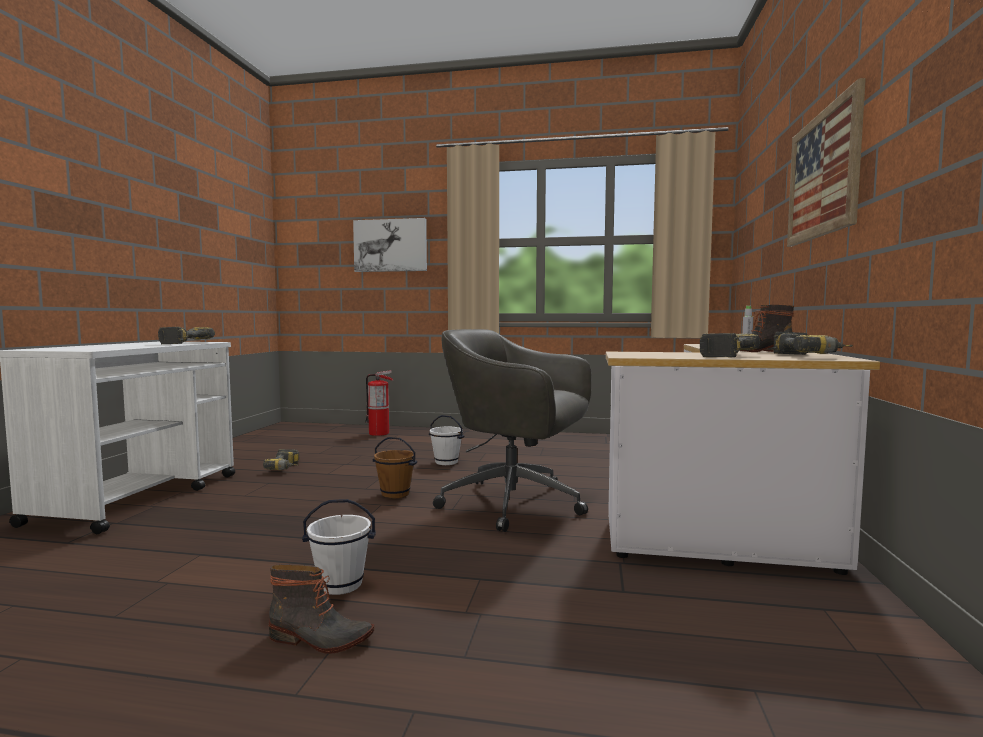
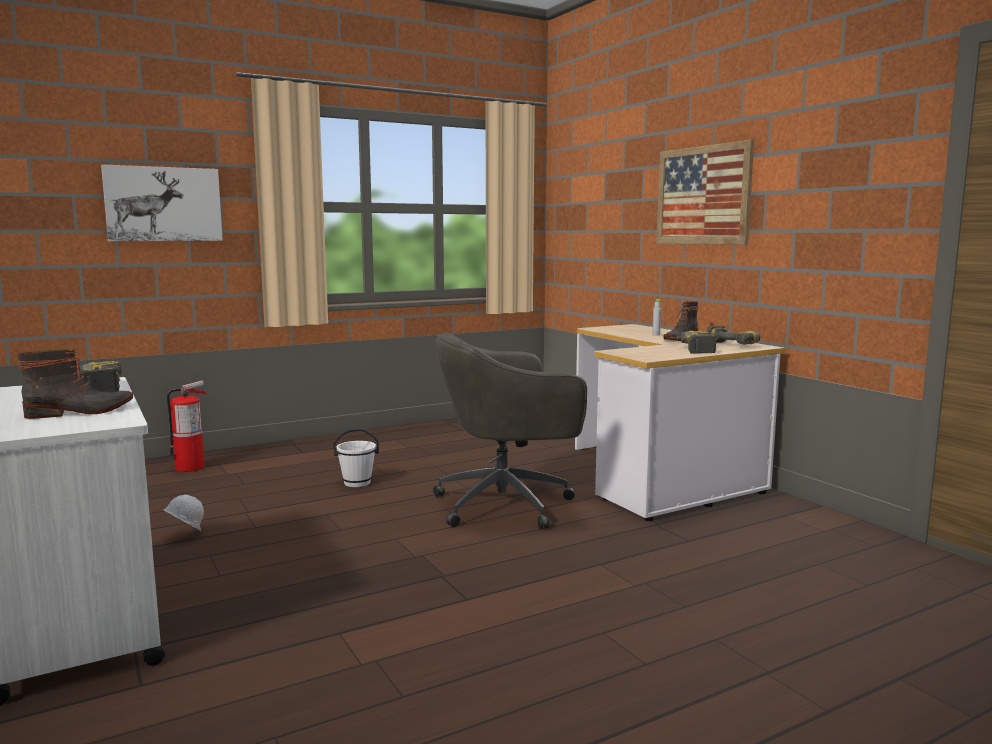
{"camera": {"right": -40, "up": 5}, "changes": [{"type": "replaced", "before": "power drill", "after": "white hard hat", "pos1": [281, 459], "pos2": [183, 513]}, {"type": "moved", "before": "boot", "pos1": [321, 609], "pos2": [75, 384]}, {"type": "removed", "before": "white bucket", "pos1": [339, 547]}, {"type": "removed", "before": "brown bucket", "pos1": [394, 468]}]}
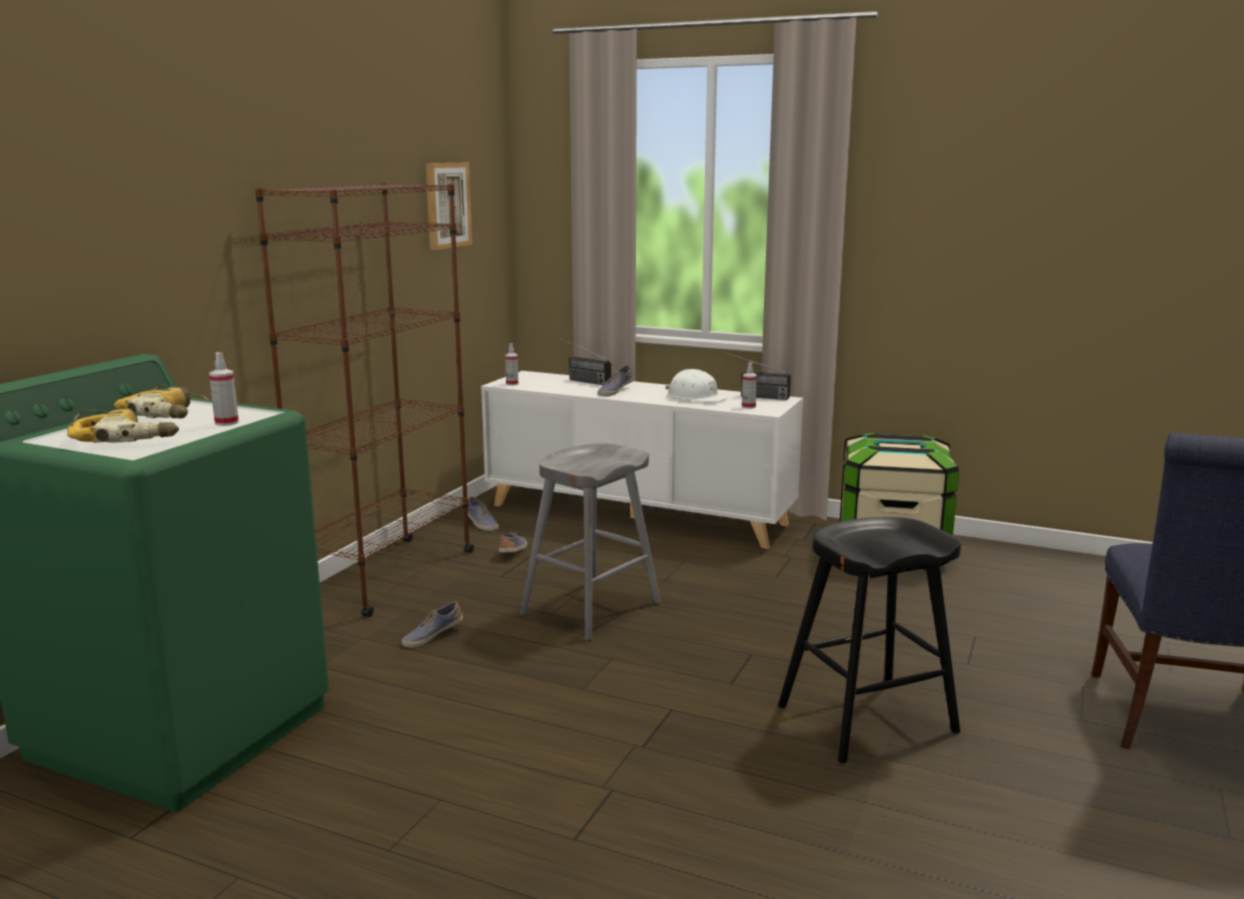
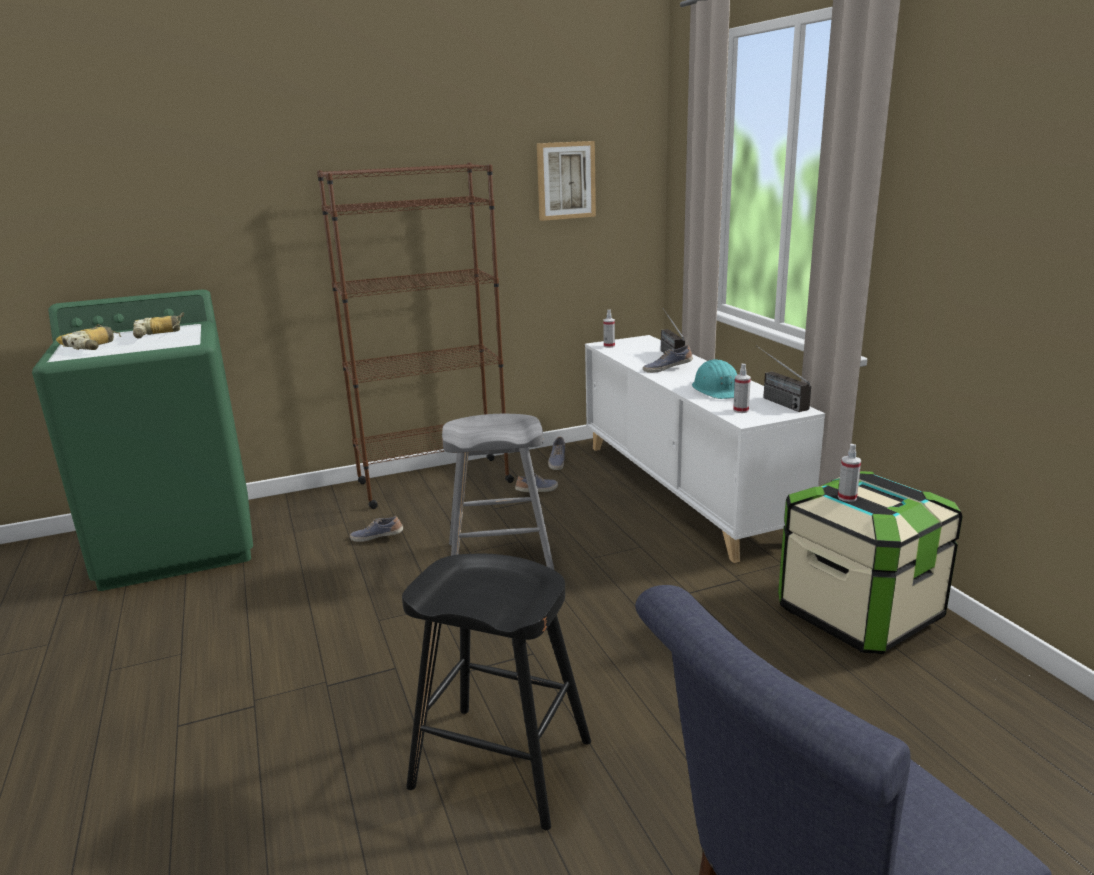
{"camera": {"right": 45, "up": 5}, "changes": [{"type": "moved", "before": "spray bottle", "pos1": [224, 389], "pos2": [849, 473]}, {"type": "recoloured", "before": "white hard hat", "after": "turquoise hard hat", "pos1": [697, 385], "pos2": [714, 379]}]}
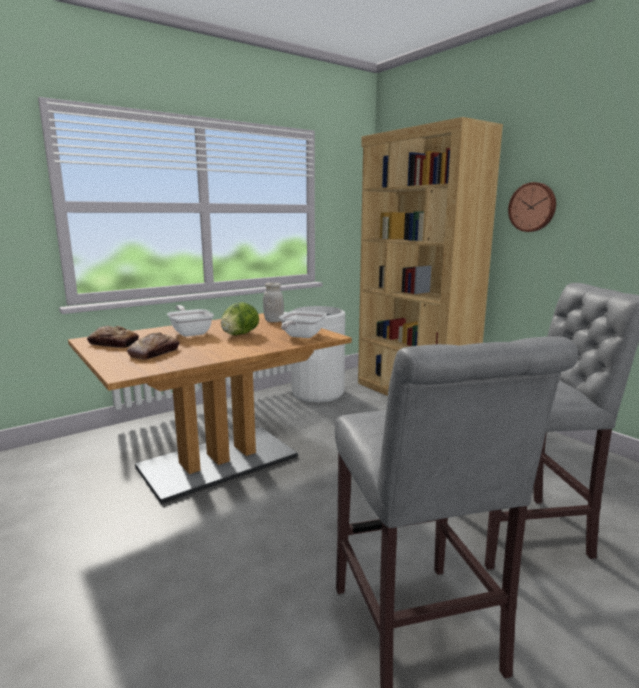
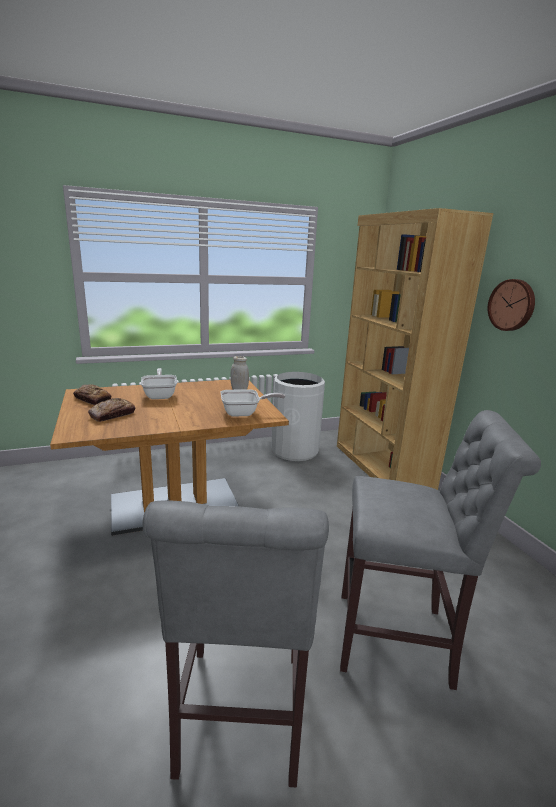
{"camera": {"right": 15, "up": 5}, "changes": [{"type": "removed", "before": "lettuce", "pos1": [240, 318]}, {"type": "turned", "before": "frying pan", "pos1": [303, 324], "pos2": [252, 403], "turn": -135}]}
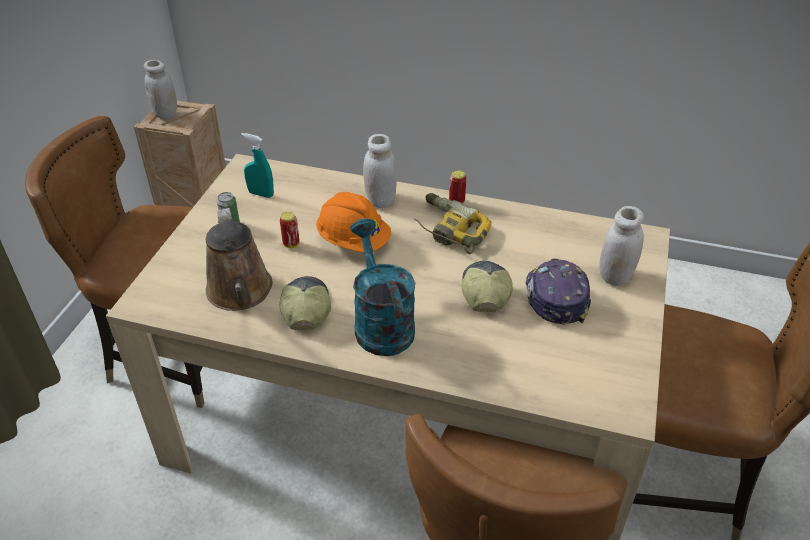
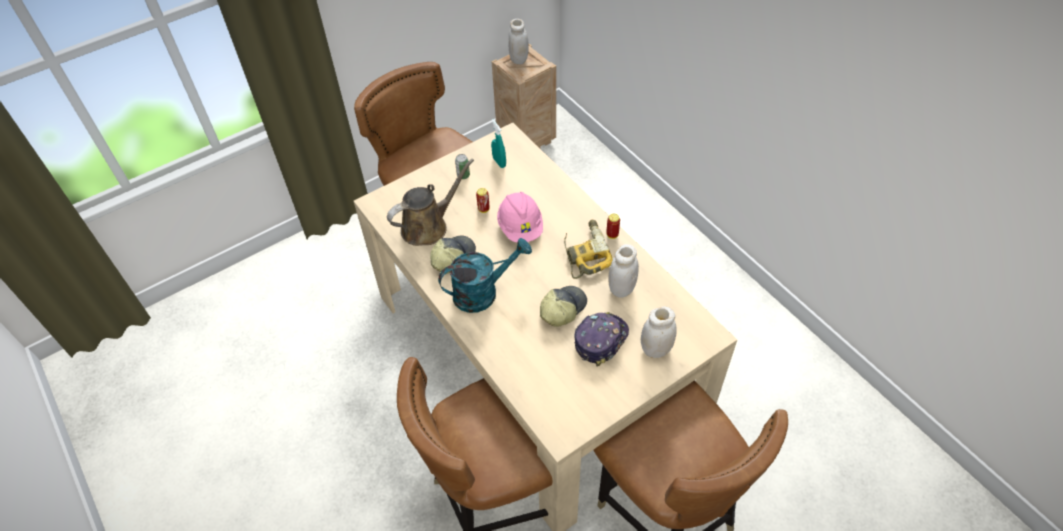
{"camera": {"right": 40, "up": 10}, "changes": [{"type": "turned", "before": "brown watering can", "pos1": [239, 259], "pos2": [430, 202], "turn": -150}, {"type": "recoloured", "before": "orange hard hat", "after": "pink hard hat", "pos1": [353, 222], "pos2": [520, 217]}, {"type": "turned", "before": "turquoise watering can", "pos1": [382, 287], "pos2": [485, 275], "turn": 45}, {"type": "moved", "before": "white jar", "pos1": [379, 171], "pos2": [623, 271]}]}
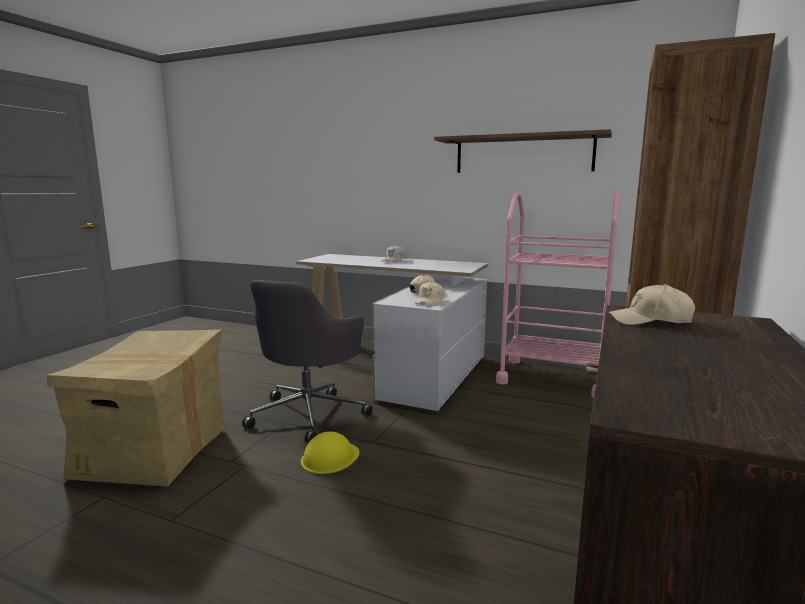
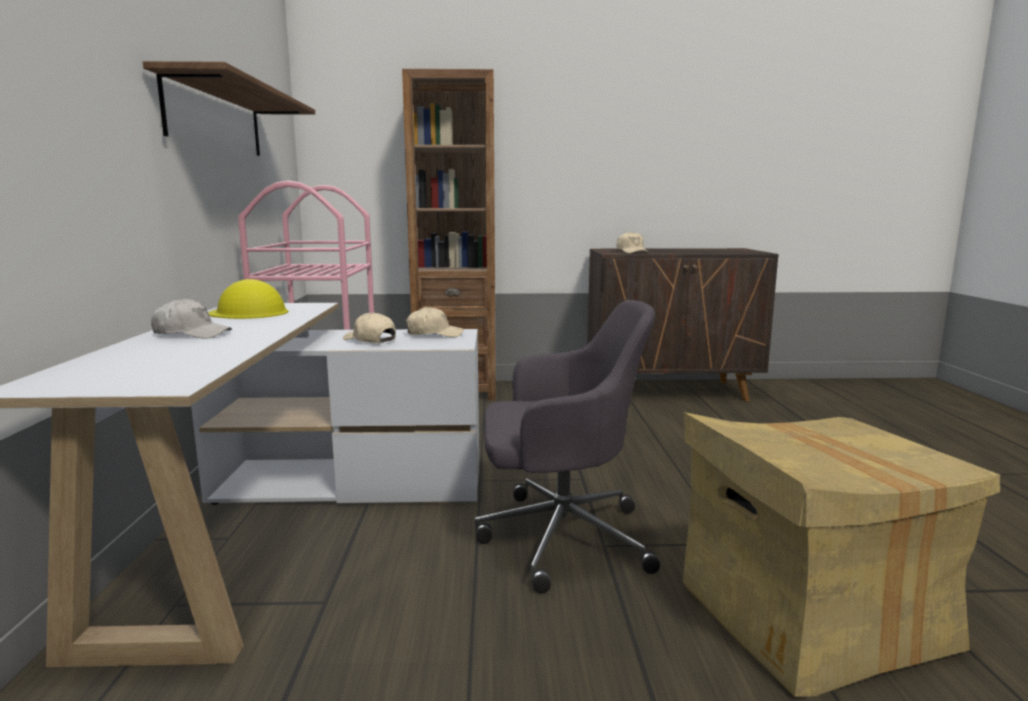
{"camera": {"right": -115, "up": 0}, "changes": [{"type": "moved", "before": "yellow hard hat", "pos1": [330, 452], "pos2": [248, 299]}]}
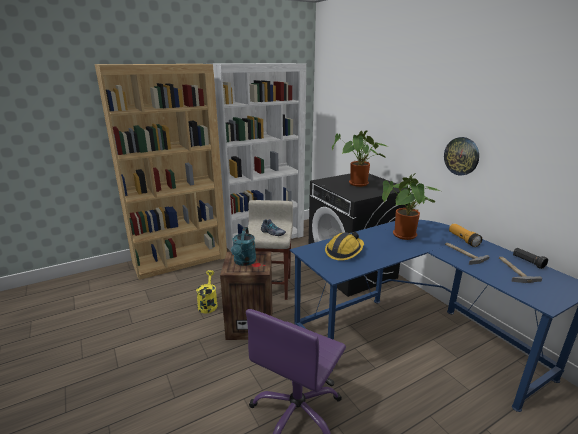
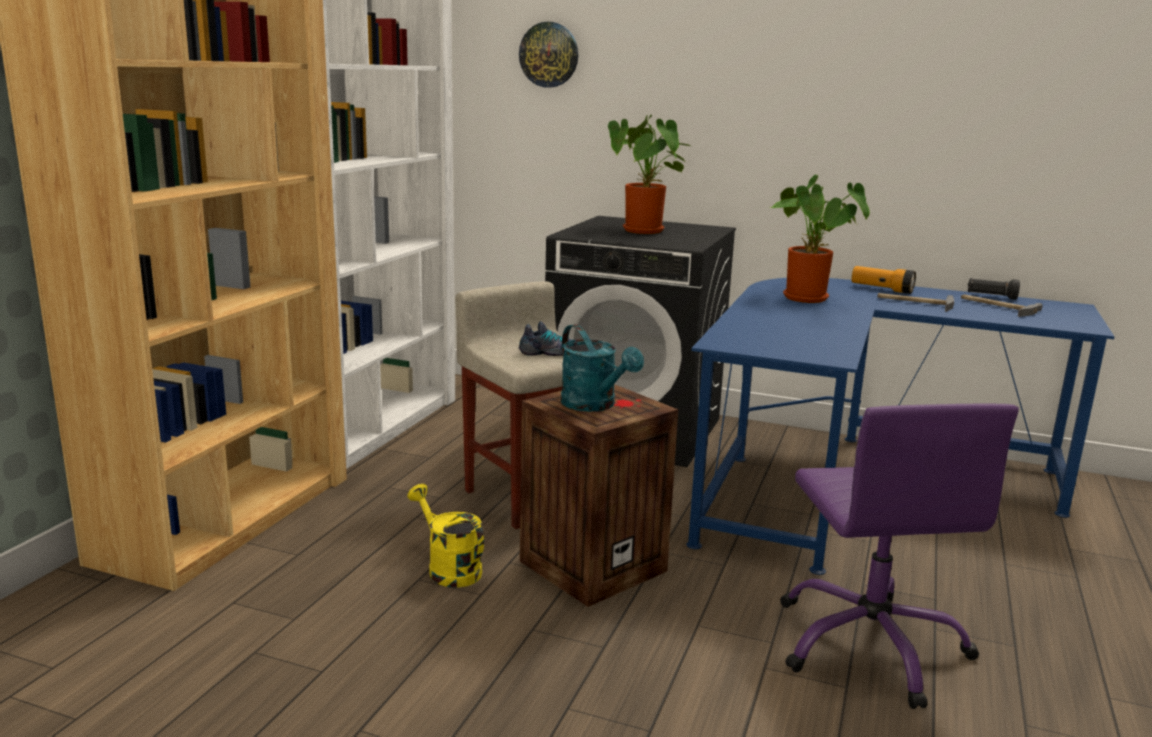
{"camera": {"right": -40, "up": -5}, "changes": [{"type": "removed", "before": "hard hat", "pos1": [344, 246]}, {"type": "moved", "before": "wall clock", "pos1": [461, 156], "pos2": [548, 55]}]}
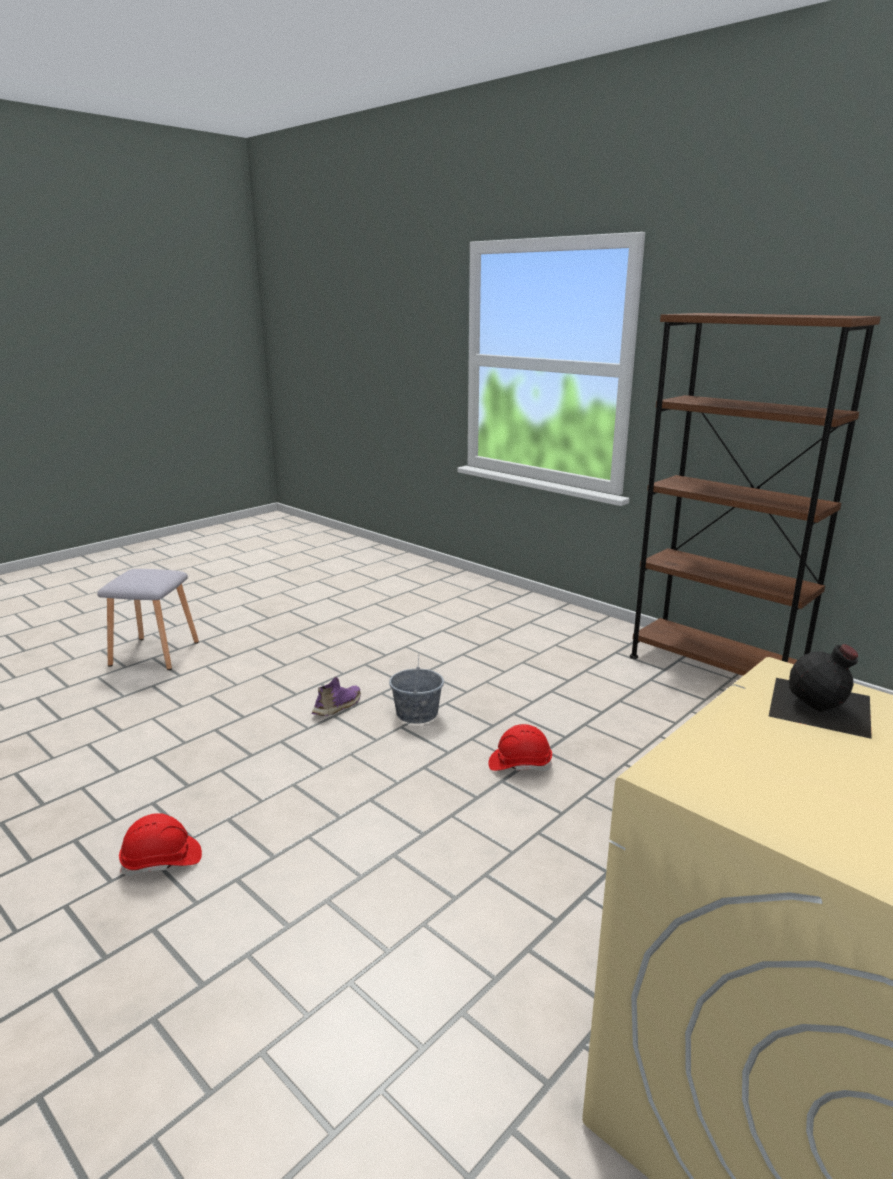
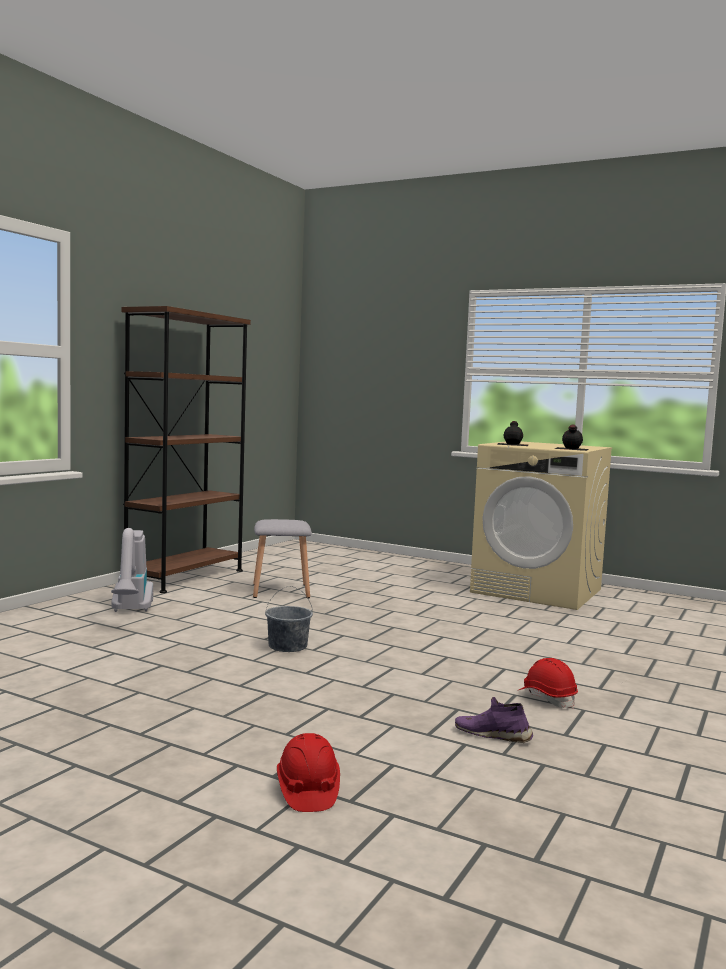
{"camera": {"right": -105, "up": -15}, "changes": [{"type": "moved", "before": "grey stool", "pos1": [148, 619], "pos2": [282, 558]}, {"type": "moved", "before": "purple shoe", "pos1": [336, 696], "pos2": [494, 720]}, {"type": "moved", "before": "red hard hat", "pos1": [520, 747], "pos2": [308, 772]}, {"type": "added", "after": "vacuum cleaner", "pos2": [132, 570]}, {"type": "added", "after": "black bottle", "pos2": [572, 438]}]}
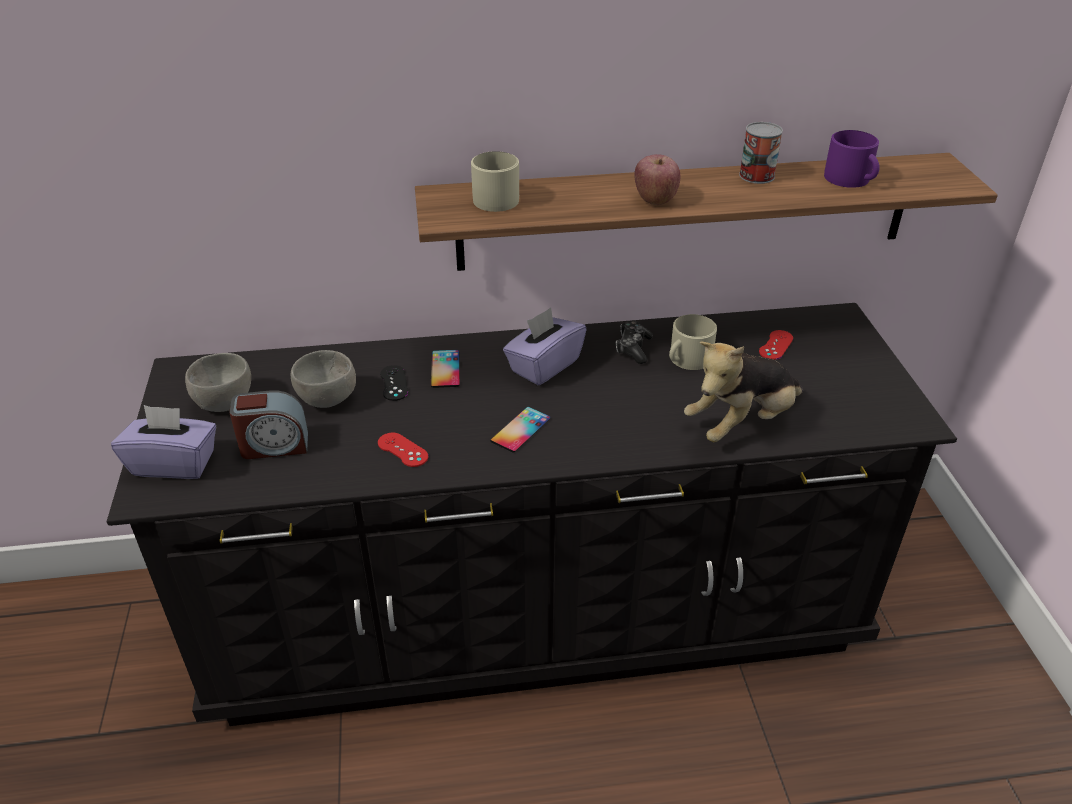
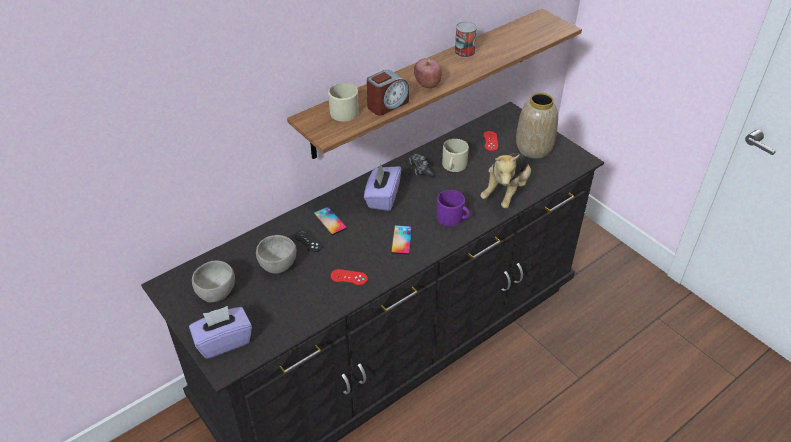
{"camera": {"right": -30, "up": 5}, "changes": [{"type": "moved", "before": "alarm clock", "pos1": [269, 424], "pos2": [388, 93]}, {"type": "moved", "before": "purple mug", "pos1": [852, 159], "pos2": [453, 208]}, {"type": "added", "after": "vase", "pos2": [537, 126]}]}
